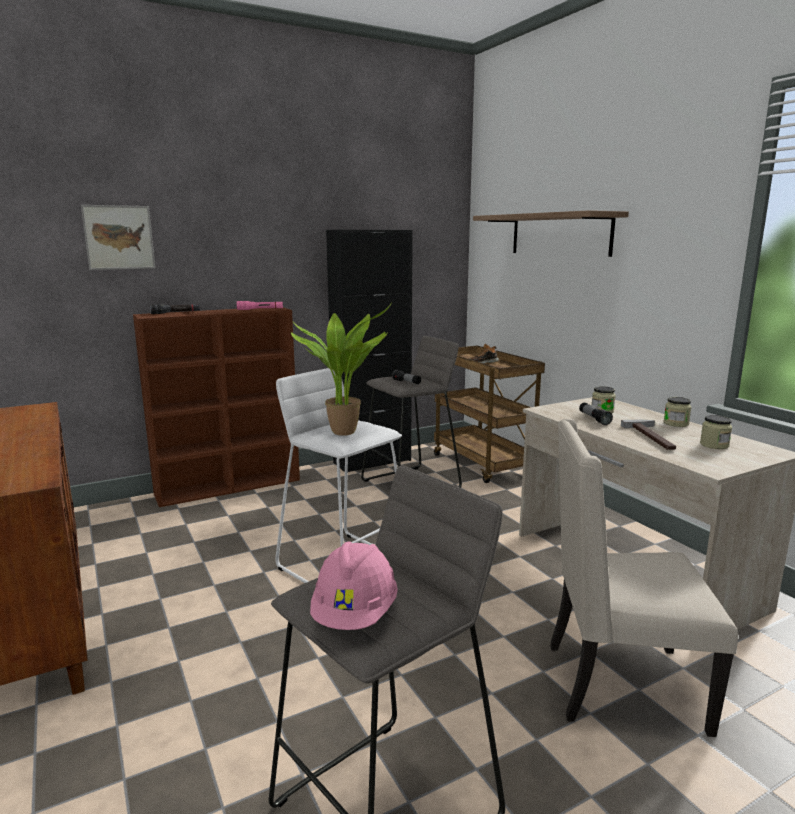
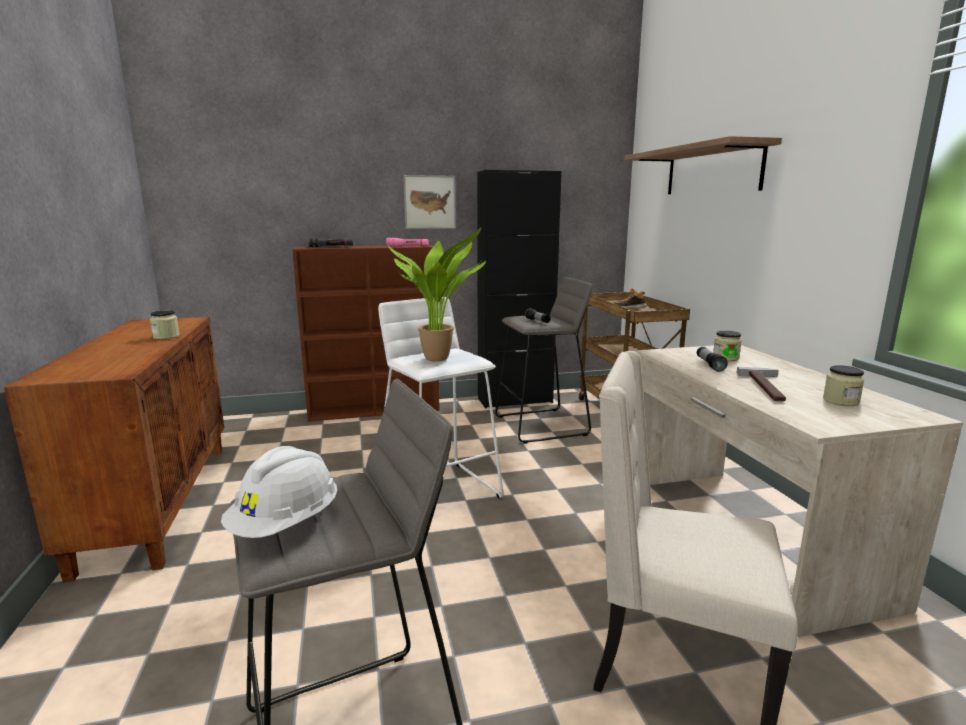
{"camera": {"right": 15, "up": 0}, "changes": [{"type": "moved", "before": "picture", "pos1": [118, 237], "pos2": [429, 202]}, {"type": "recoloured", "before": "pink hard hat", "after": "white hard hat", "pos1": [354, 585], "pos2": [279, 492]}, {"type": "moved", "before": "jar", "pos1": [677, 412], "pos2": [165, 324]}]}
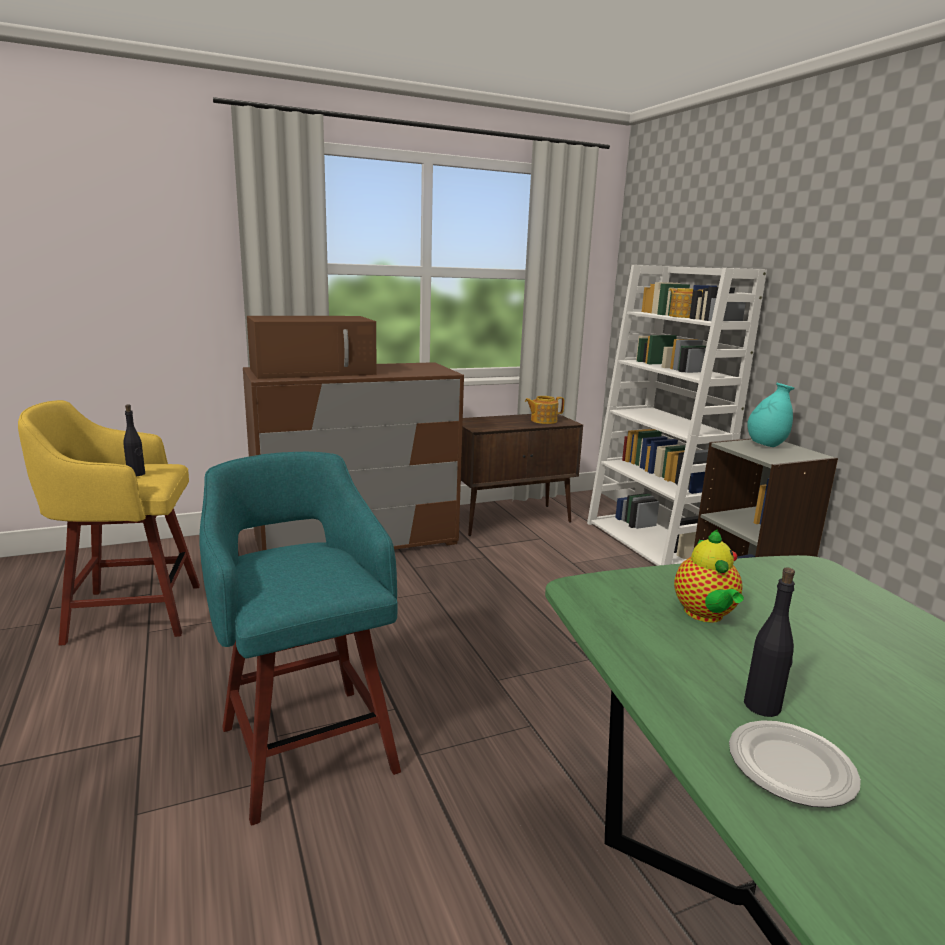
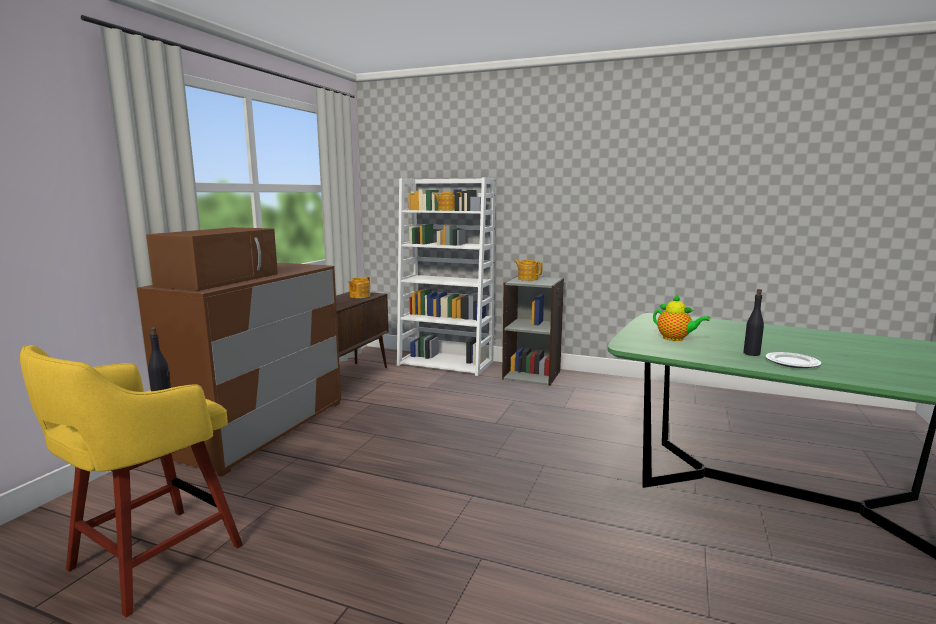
{"camera": {"right": -45, "up": -5}, "changes": [{"type": "removed", "before": "turquoise stool", "pos1": [300, 639]}, {"type": "replaced", "before": "turquoise vase", "after": "teapot", "pos1": [770, 415], "pos2": [528, 270]}]}
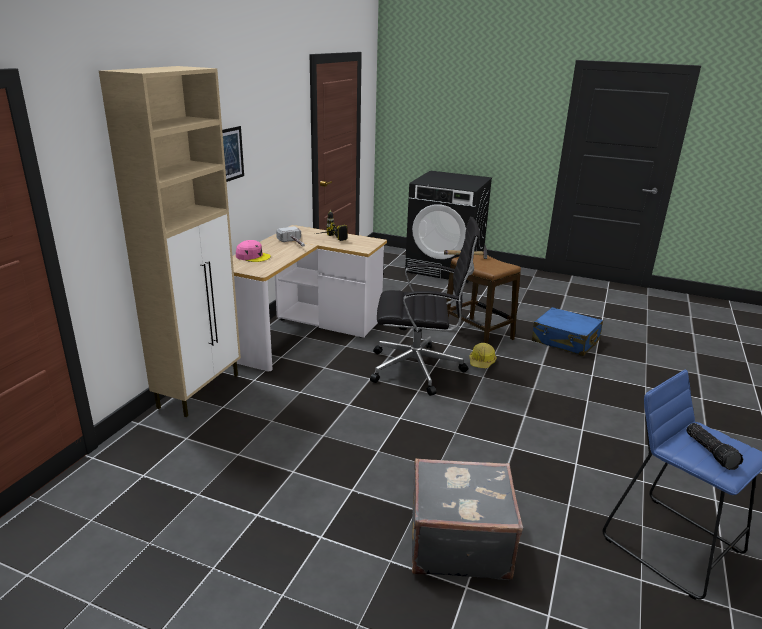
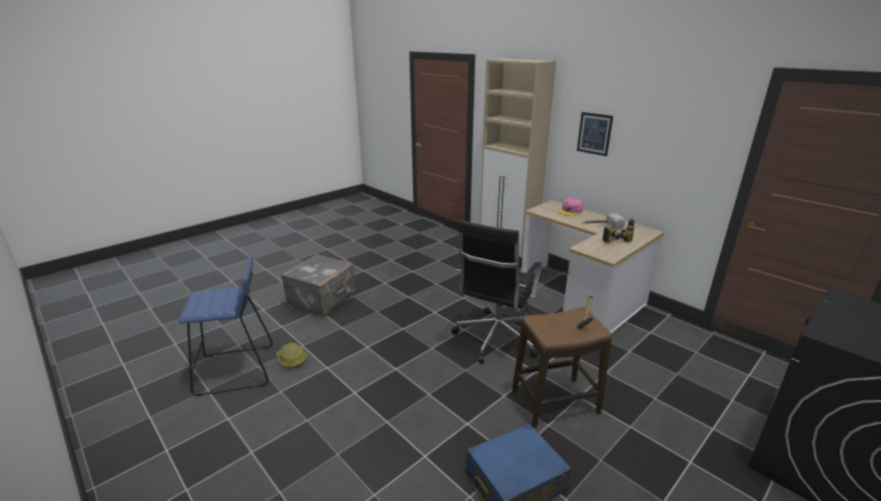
{"camera": {"right": 115, "up": 0}, "changes": [{"type": "moved", "before": "hard hat", "pos1": [483, 356], "pos2": [291, 355]}, {"type": "removed", "before": "flashlight", "pos1": [714, 446]}]}
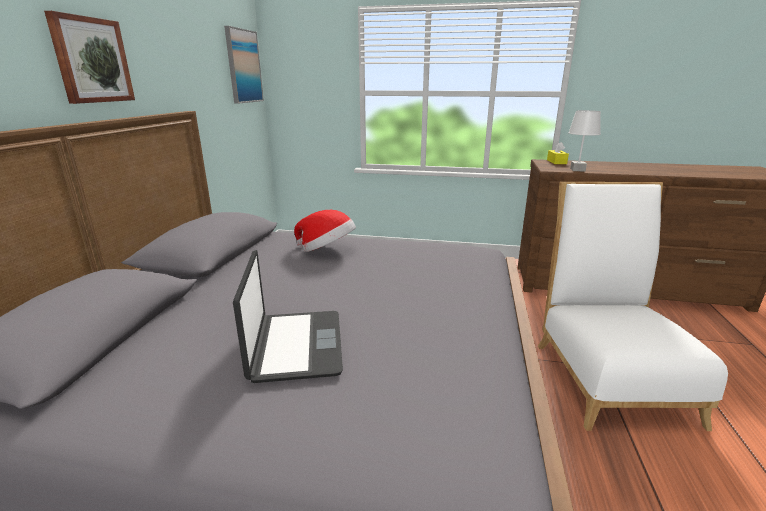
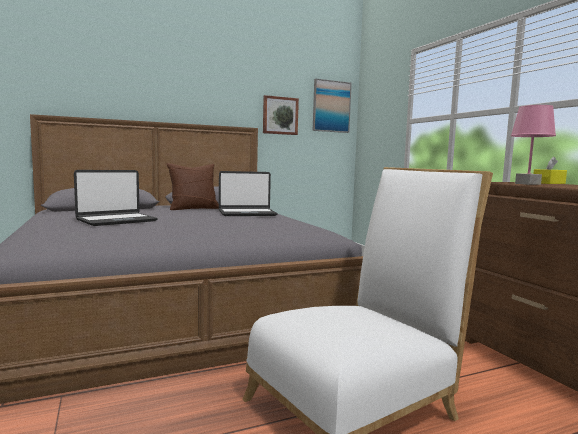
{"camera": {"right": 55, "up": -15}, "changes": [{"type": "moved", "before": "picture", "pos1": [89, 57], "pos2": [281, 115]}, {"type": "replaced", "before": "hat", "after": "laptop", "pos1": [325, 231], "pos2": [248, 193]}, {"type": "recoloured", "before": "white table lamp", "after": "pink table lamp", "pos1": [584, 141], "pos2": [533, 145]}, {"type": "added", "after": "brown pillow", "pos2": [193, 186]}]}
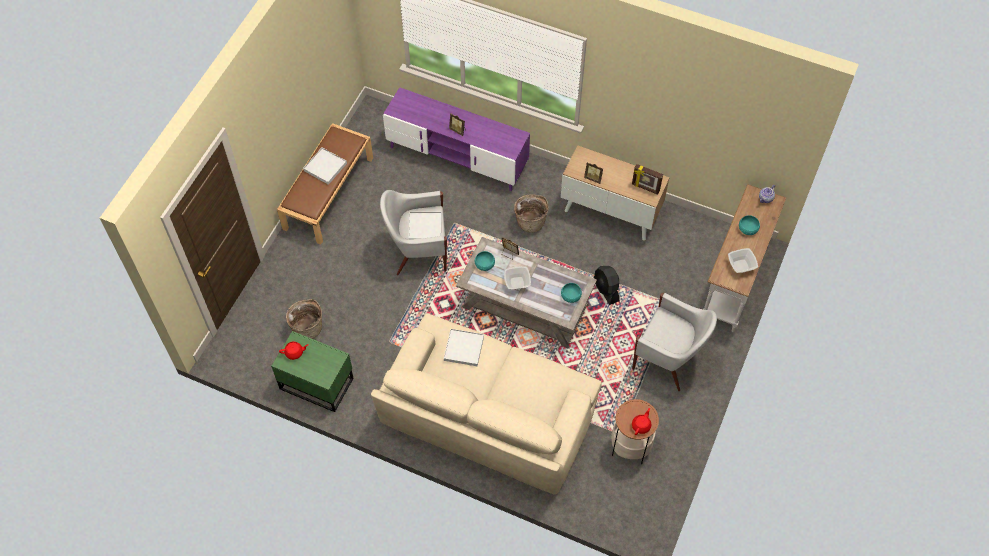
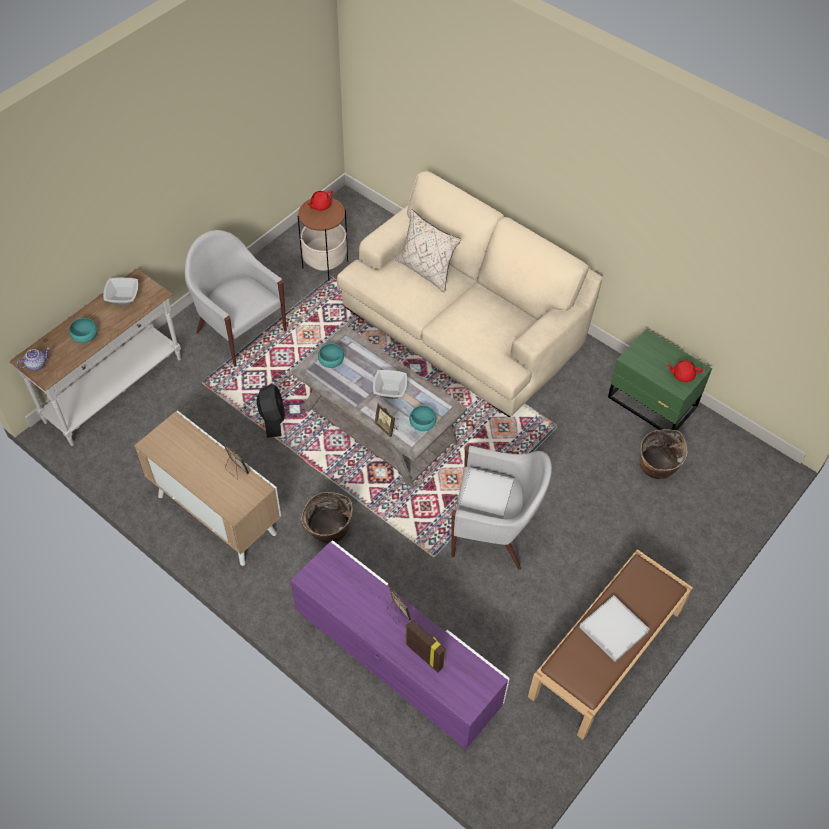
{"camera": {"right": -165, "up": -5}, "changes": [{"type": "removed", "before": "white tray", "pos1": [464, 347]}, {"type": "moved", "before": "picture frame", "pos1": [647, 179], "pos2": [425, 646]}, {"type": "added", "after": "beige pillow", "pos2": [428, 251]}]}
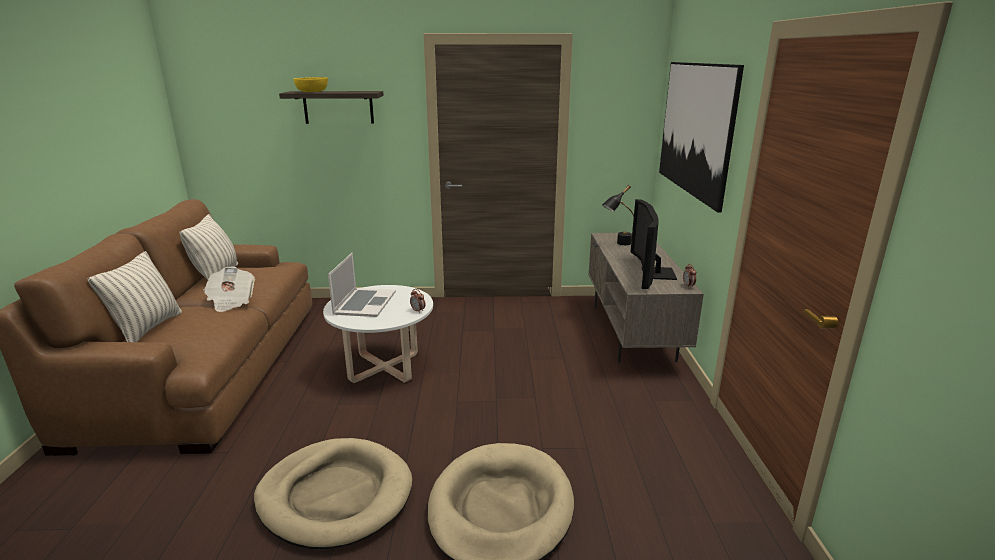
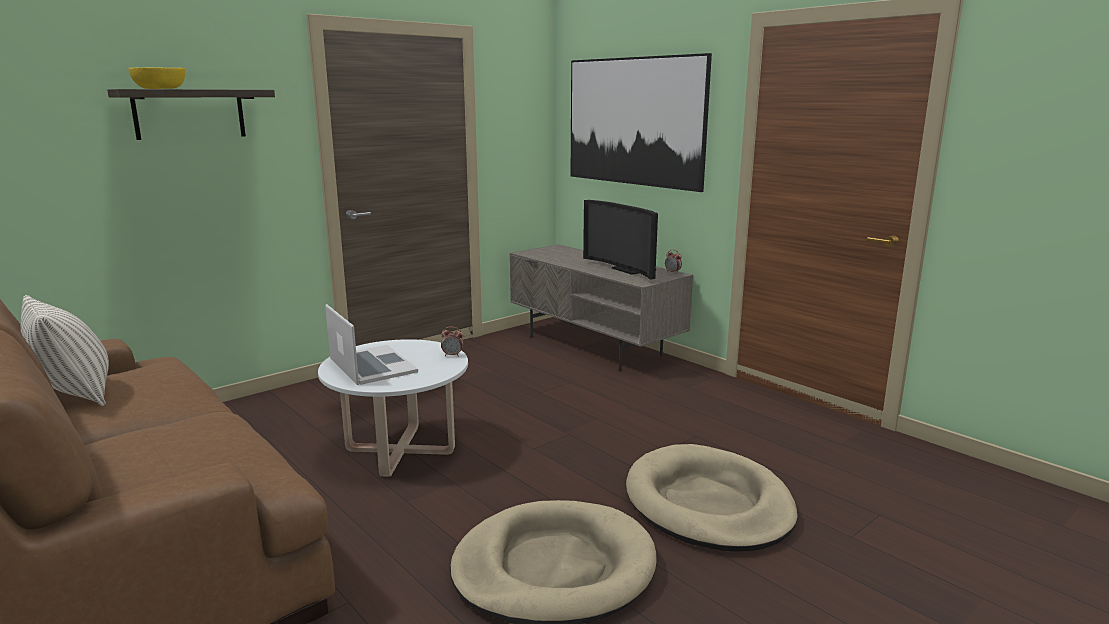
{"camera": {"right": -40, "up": -5}, "changes": [{"type": "removed", "before": "pillow", "pos1": [134, 296]}, {"type": "removed", "before": "newspaper", "pos1": [229, 289]}, {"type": "removed", "before": "black table lamp", "pos1": [618, 215]}]}
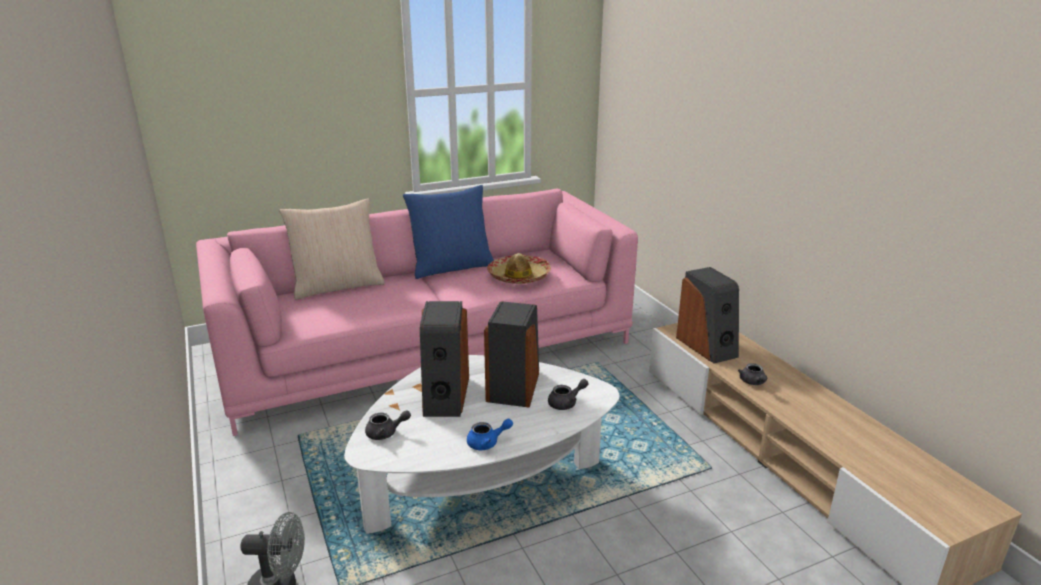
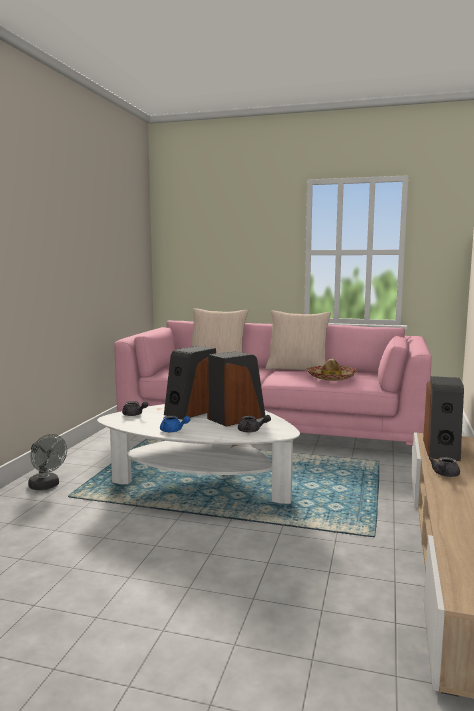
{"camera": {"right": 40, "up": -15}, "changes": [{"type": "recoloured", "before": "blue pillow", "after": "beige pillow", "pos1": [448, 232], "pos2": [298, 340]}]}
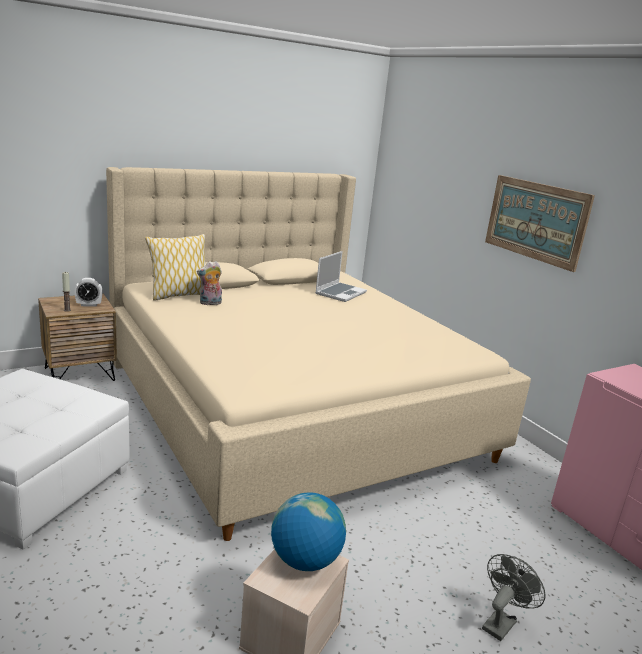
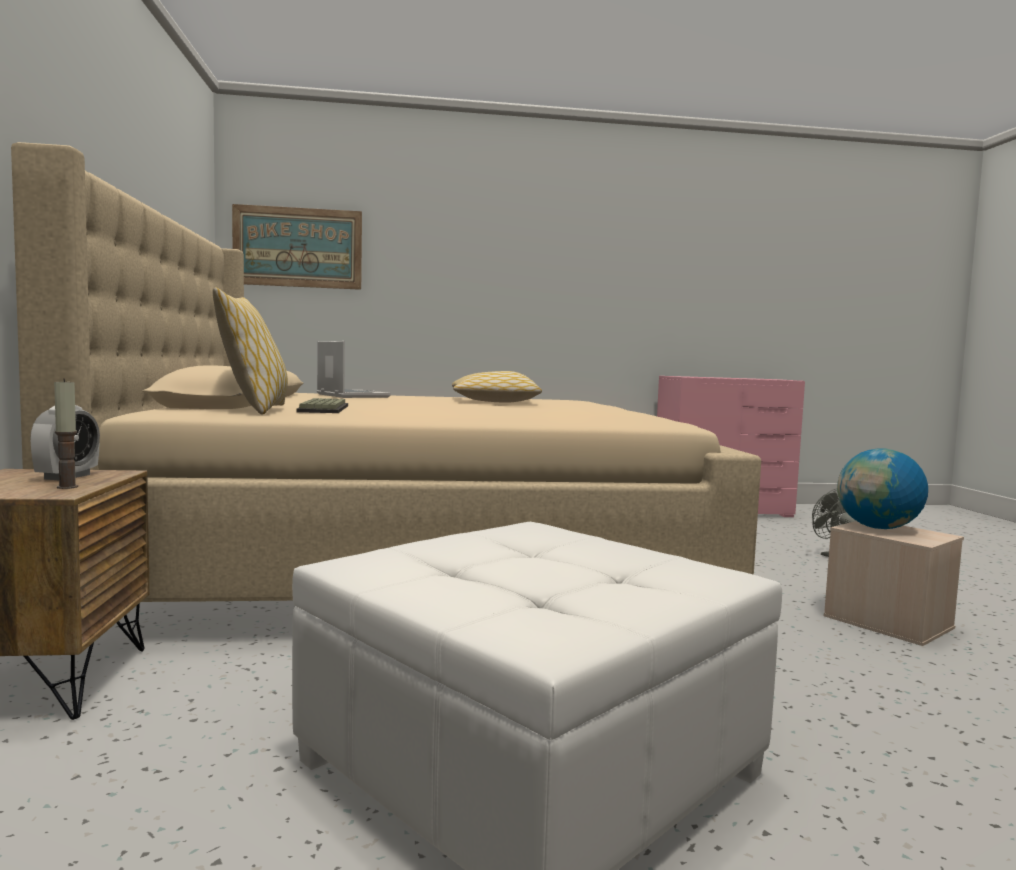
{"camera": {"right": -65, "up": -15}, "changes": [{"type": "replaced", "before": "plush toy", "after": "keyboard", "pos1": [209, 283], "pos2": [322, 405]}, {"type": "moved", "before": "picture", "pos1": [540, 223], "pos2": [297, 247]}, {"type": "added", "after": "pillow", "pos2": [497, 387]}]}
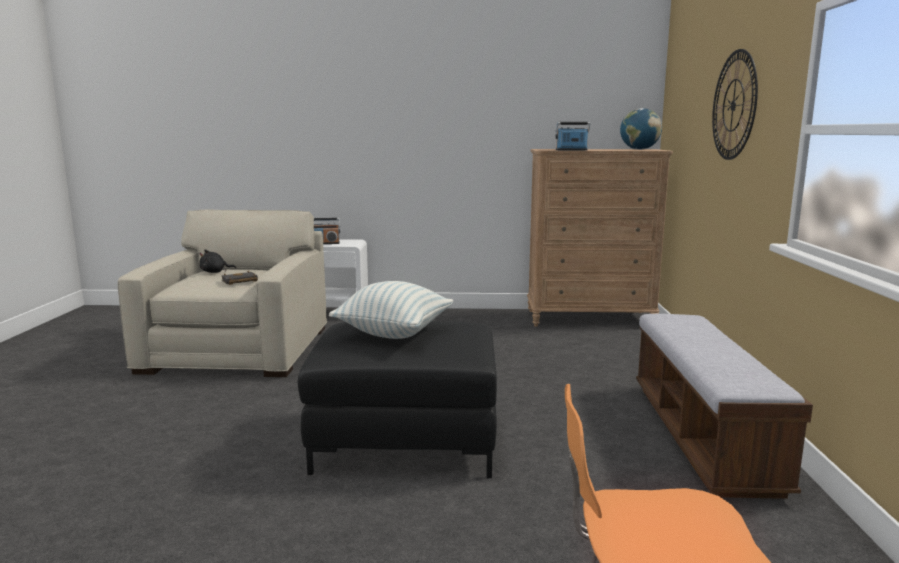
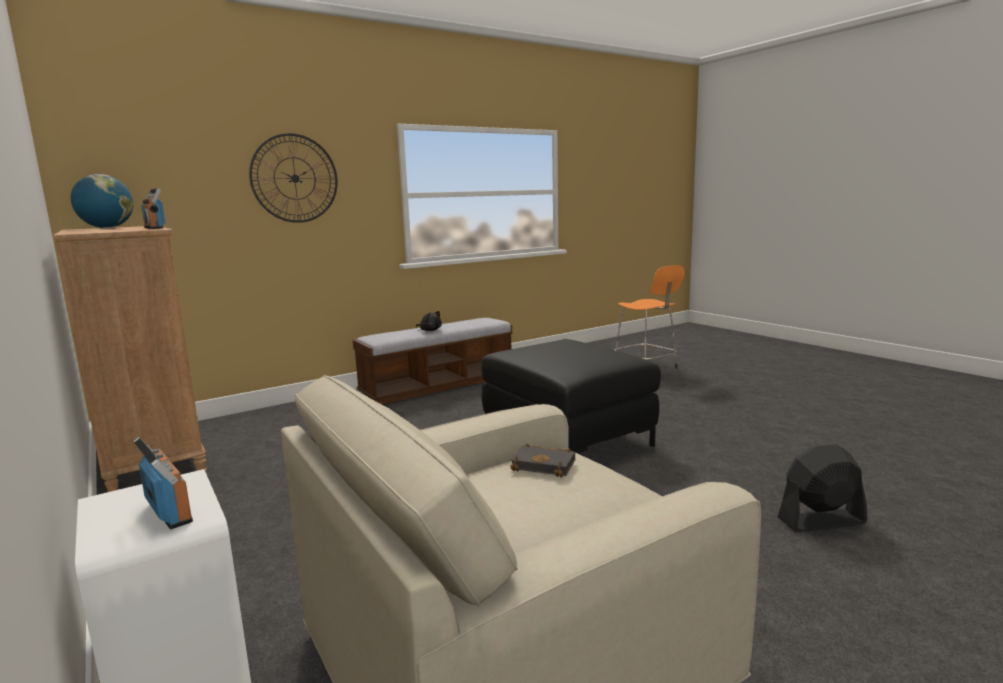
{"camera": {"right": -125, "up": 0}, "changes": [{"type": "moved", "before": "black plush toy", "pos1": [217, 261], "pos2": [429, 321]}, {"type": "removed", "before": "pillow", "pos1": [391, 310]}, {"type": "added", "after": "black fan", "pos2": [822, 488]}]}
